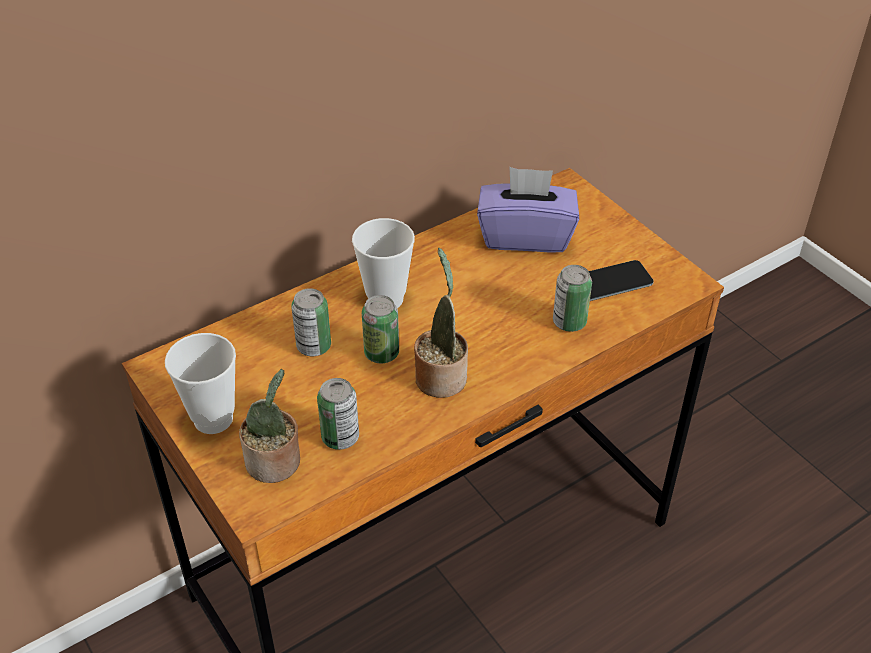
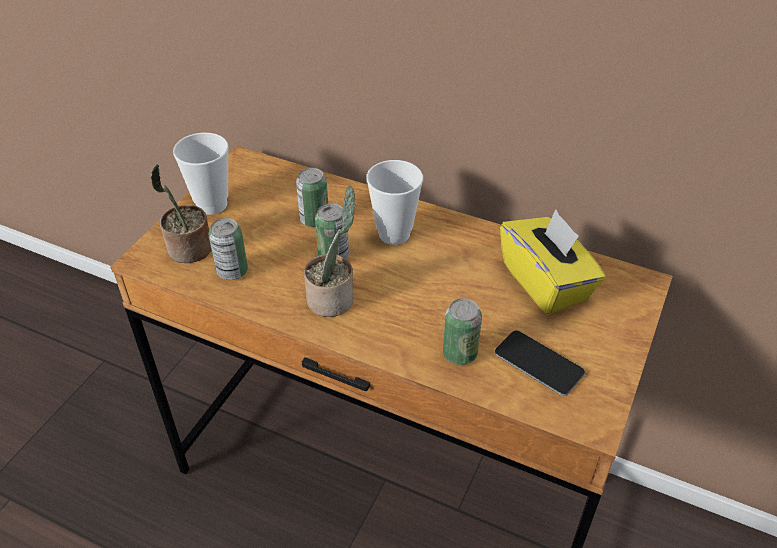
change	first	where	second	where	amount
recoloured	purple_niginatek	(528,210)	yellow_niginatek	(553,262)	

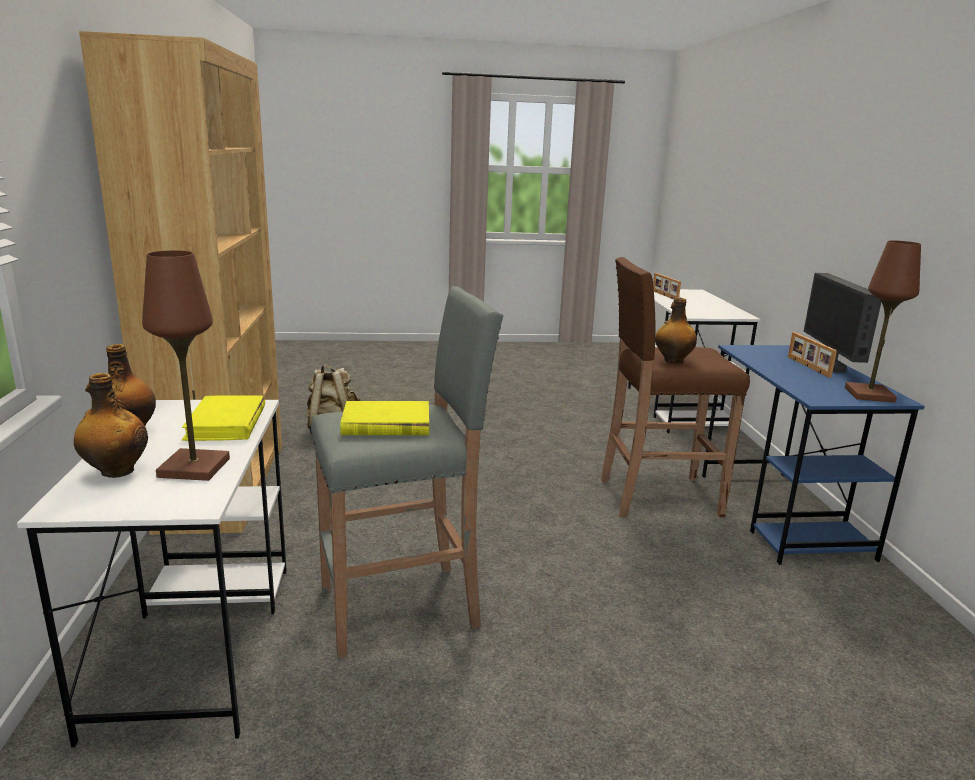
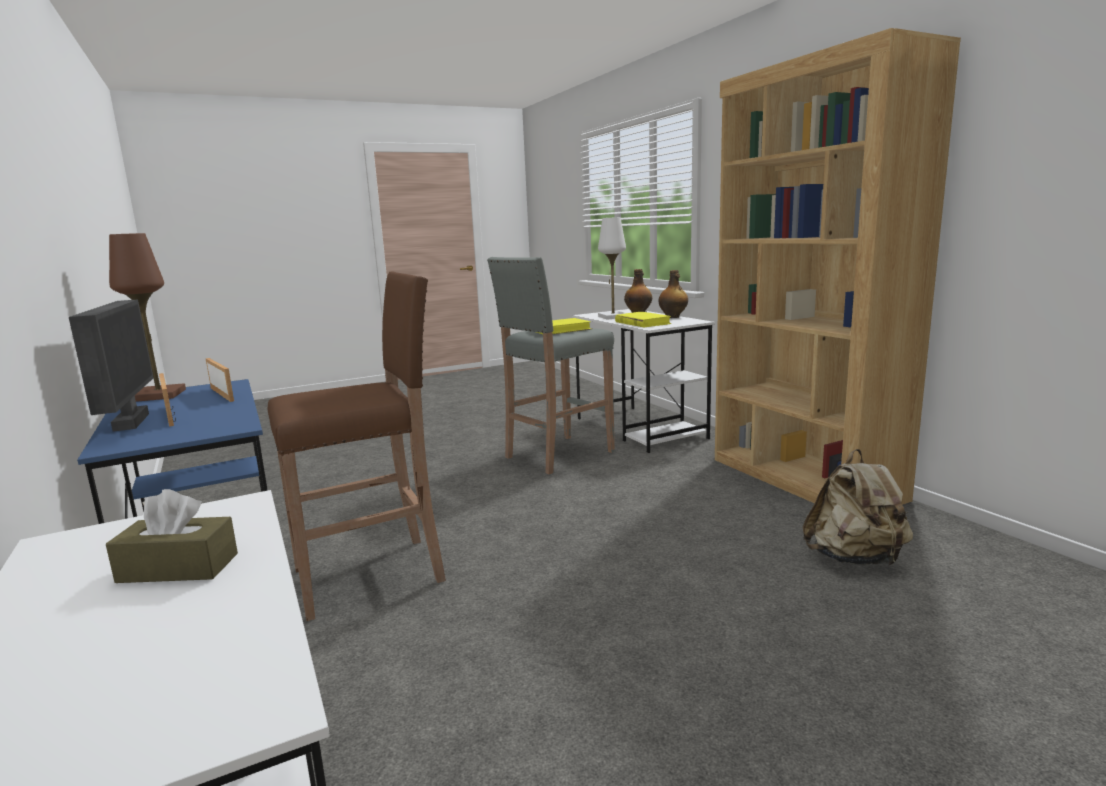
change	first	where	second	where	amount
recoloured	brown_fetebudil	(186,365)	white_fetebudil	(612,268)	
moved	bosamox	(667,286)		(220,380)	
removed	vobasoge	(676,330)			
added			brown_niginatek	(172,536)	

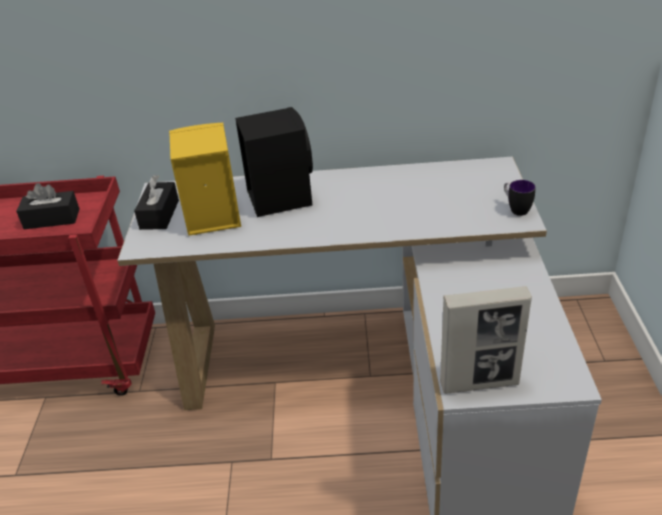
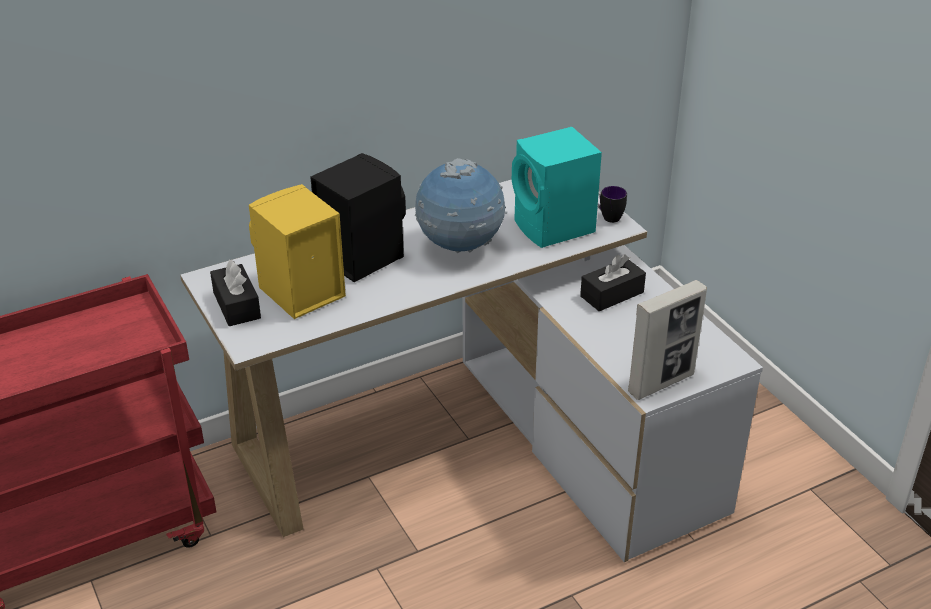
change	first	where	second	where	amount
moved	black_niginatek	(48,206)		(613,282)	
added			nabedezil	(461,205)	
added			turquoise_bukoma	(557,187)	

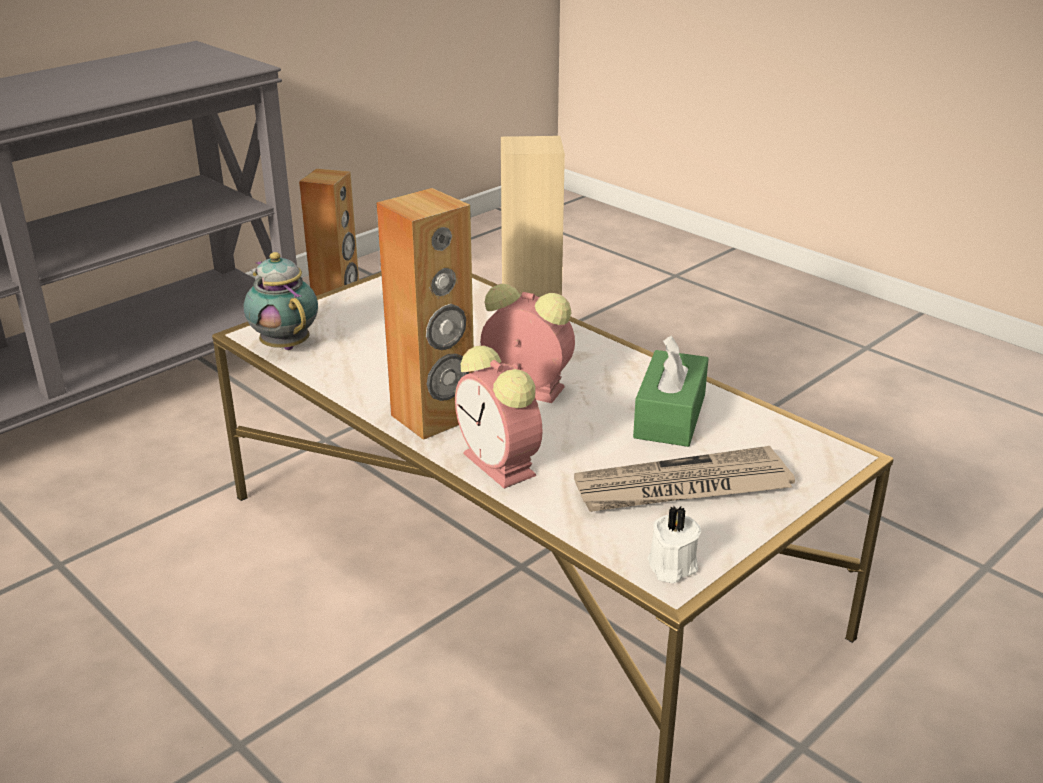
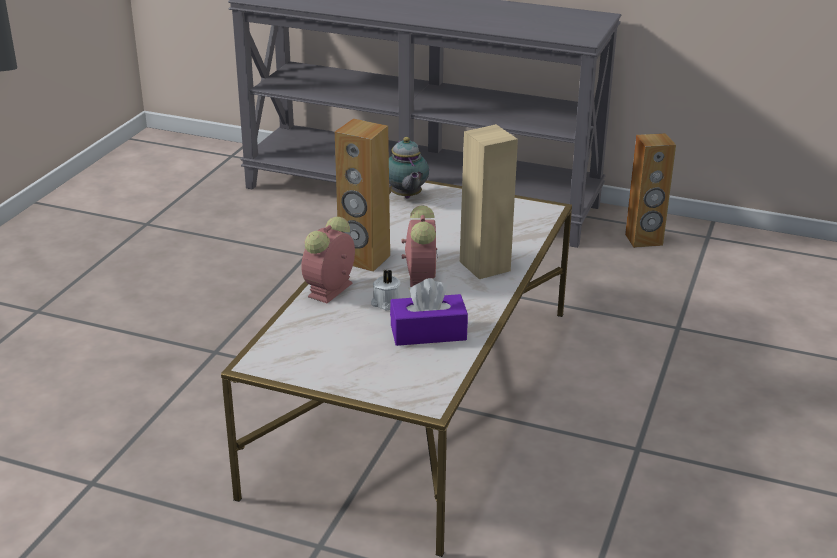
change	first	where	second	where	amount
turned	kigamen	(280,301)		(409,167)	135 degrees clockwise
removed	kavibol	(684,479)			
recoloured	green_niginatek	(671,391)	purple_niginatek	(429,312)	
moved	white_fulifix	(674,544)		(386,290)	

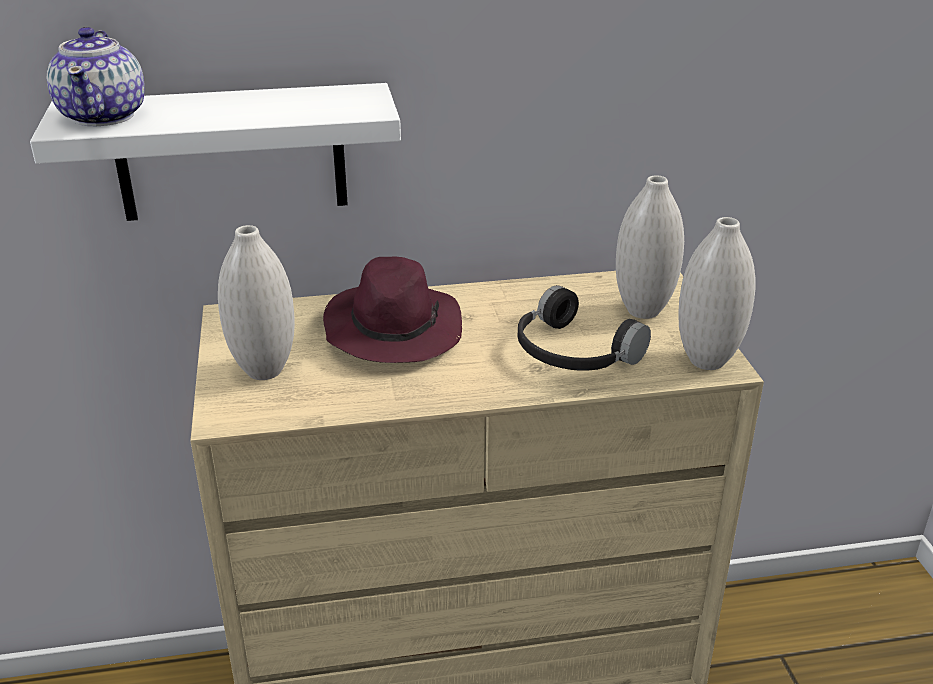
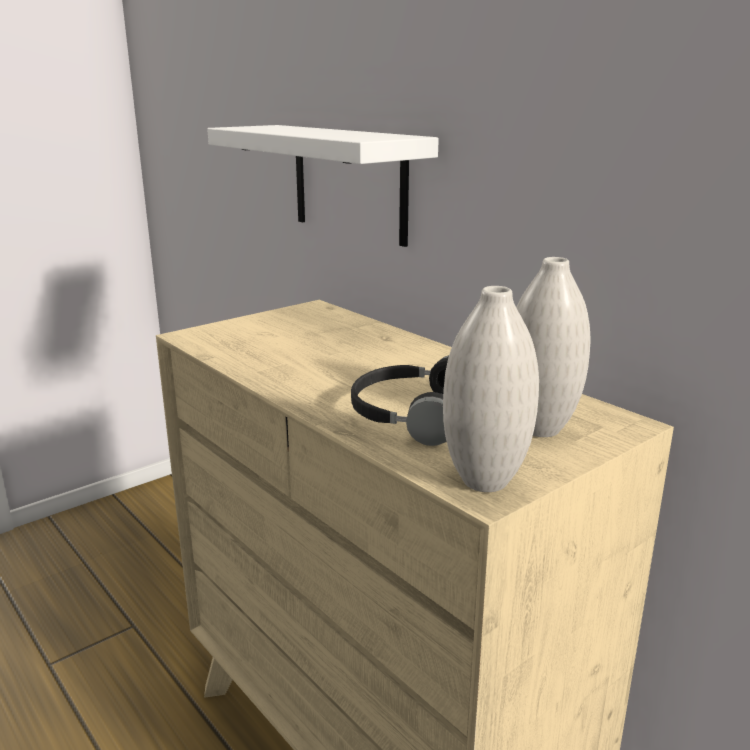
change	first	where	second	where	amount
removed	kigamen	(96,76)			
removed	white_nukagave	(256,302)			
removed	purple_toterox	(392,310)			

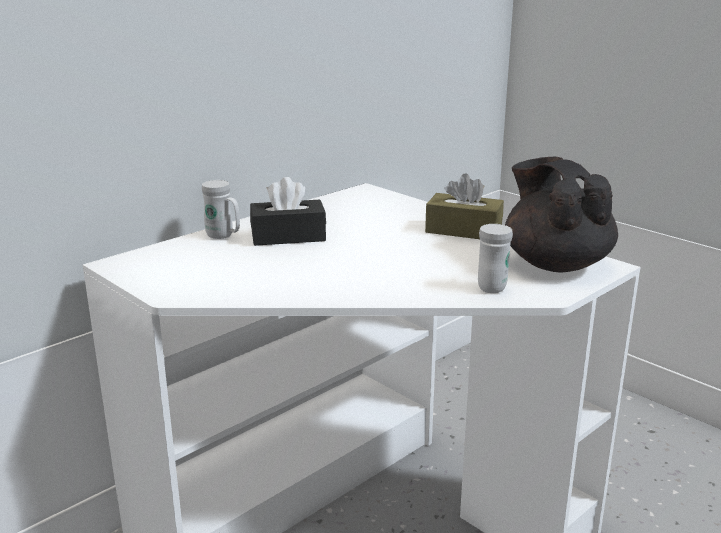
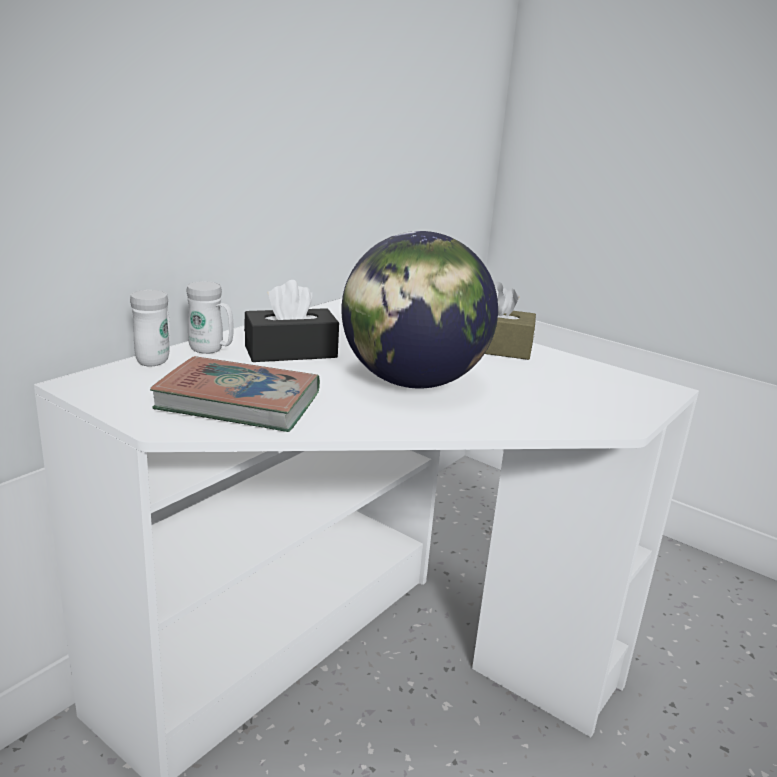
change	first	where	second	where	amount
moved	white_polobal	(495,258)		(150,328)	
removed	black_kigamen	(561,214)			
added			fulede	(235,394)	
added			nabedezil	(419,310)	

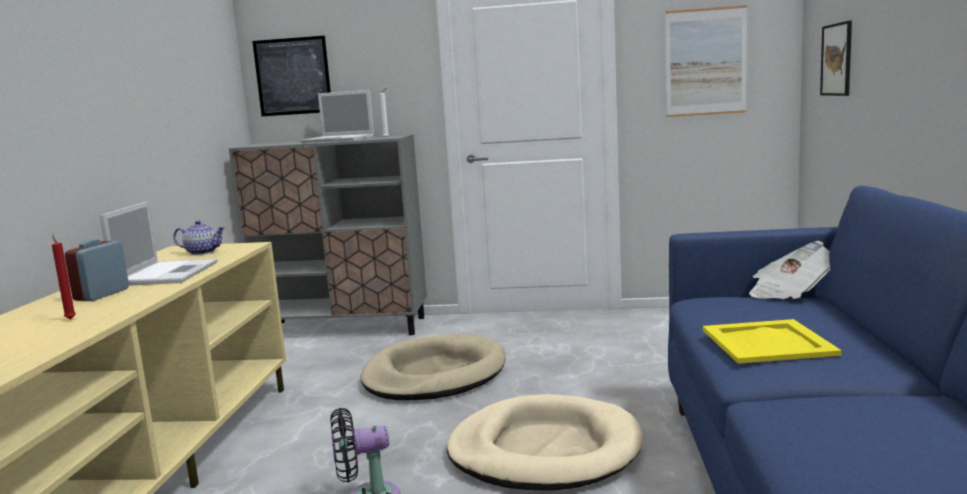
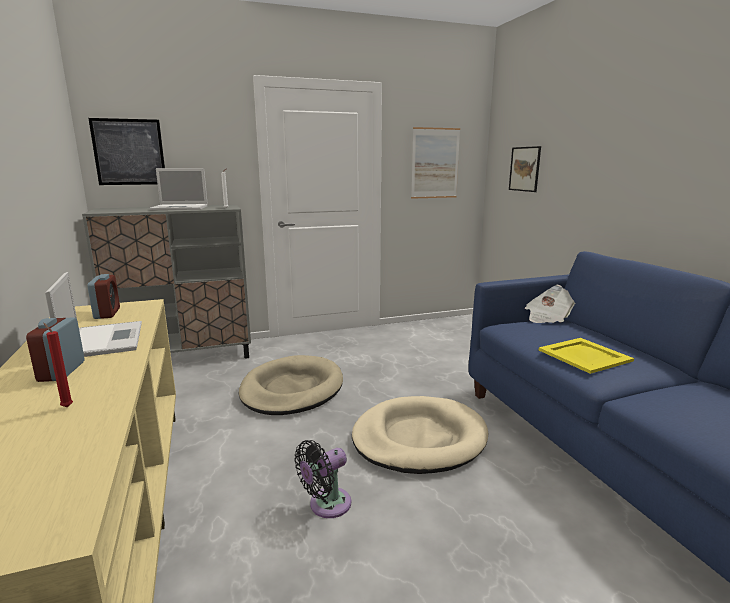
change	first	where	second	where	amount
replaced	kigamen	(199,237)	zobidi	(103,296)	

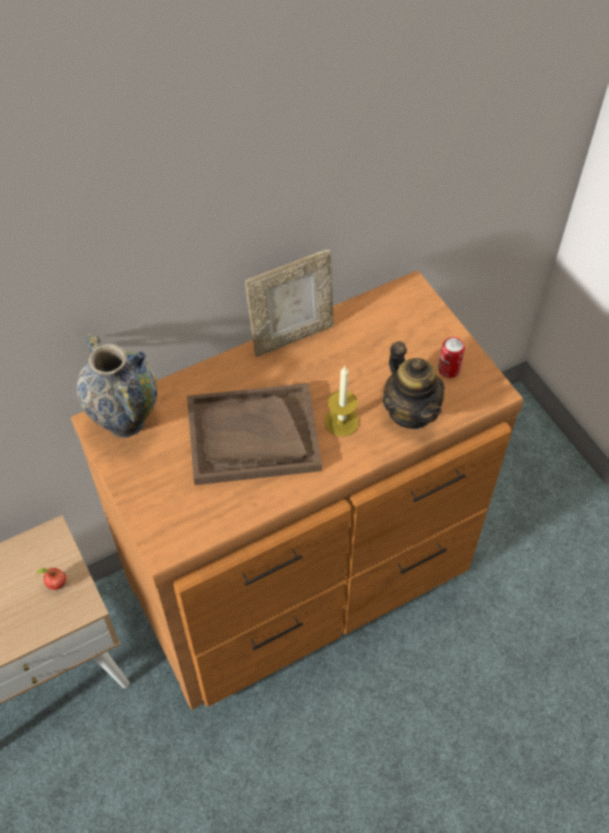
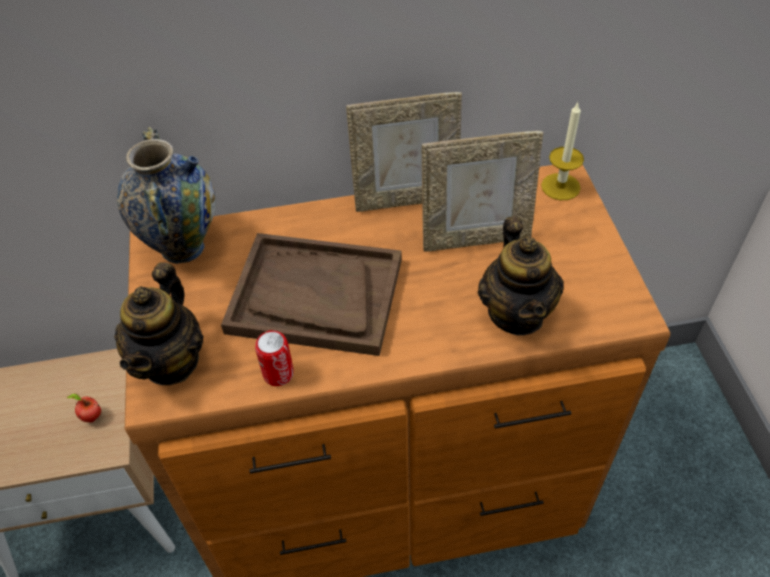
change	first	where	second	where	amount
moved	fulifix	(342,401)		(562,150)	
moved	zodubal	(451,357)		(274,358)	
added			kigamen	(158,323)	
added			bosamox	(482,191)	

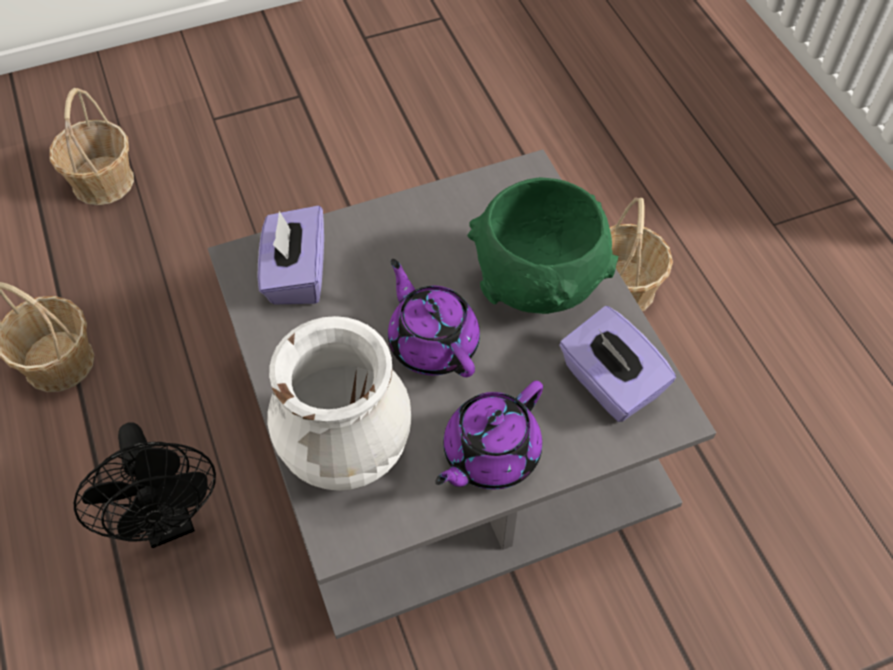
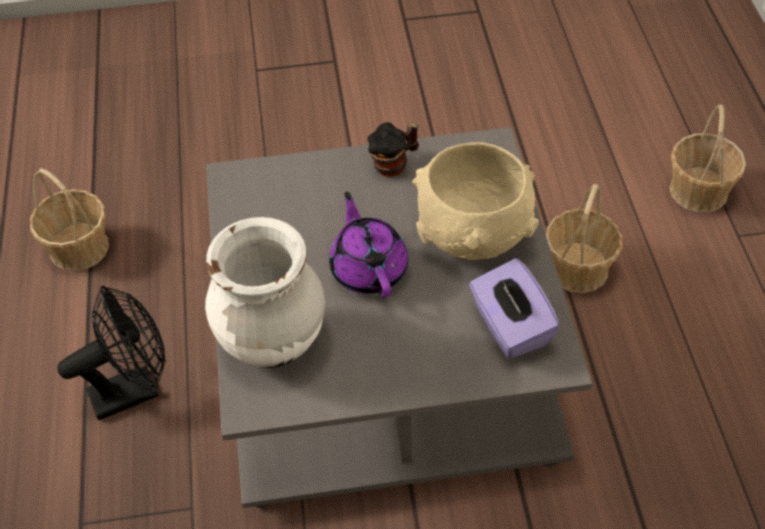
change	first	where	second	where	amount
moved	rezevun	(92,146)		(707,158)	
turned	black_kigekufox	(145,485)		(111,353)	105 degrees counterclockwise
removed	purple_niginatek	(290,254)			
removed	purple_kigamen	(489,434)			
recoloured	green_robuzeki	(542,245)	beige_robuzeki	(475,201)	
added			polobal	(393,149)	

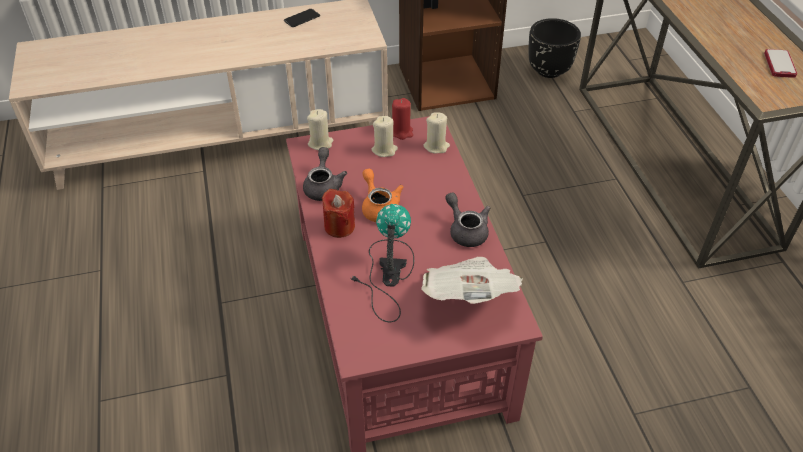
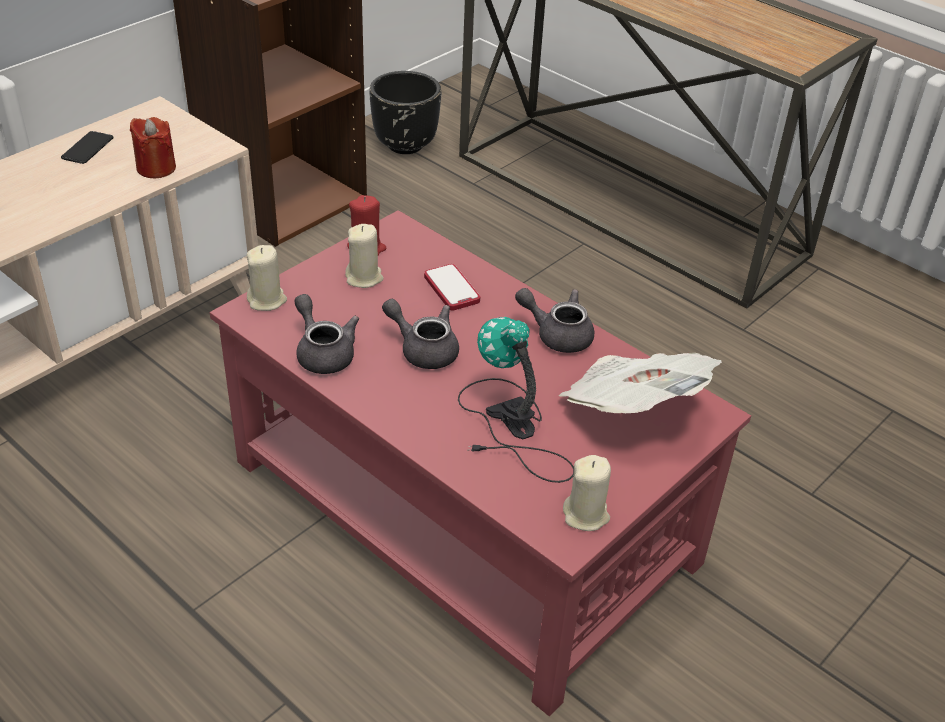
change	first	where	second	where	amount
moved	red_fulifix	(338,213)		(153,147)	
recoloured	orange_kigamen	(383,195)	grey_kigamen	(420,334)	
moved	beige_fulifix	(436,133)		(587,493)	
moved	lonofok	(780,63)		(452,287)	

